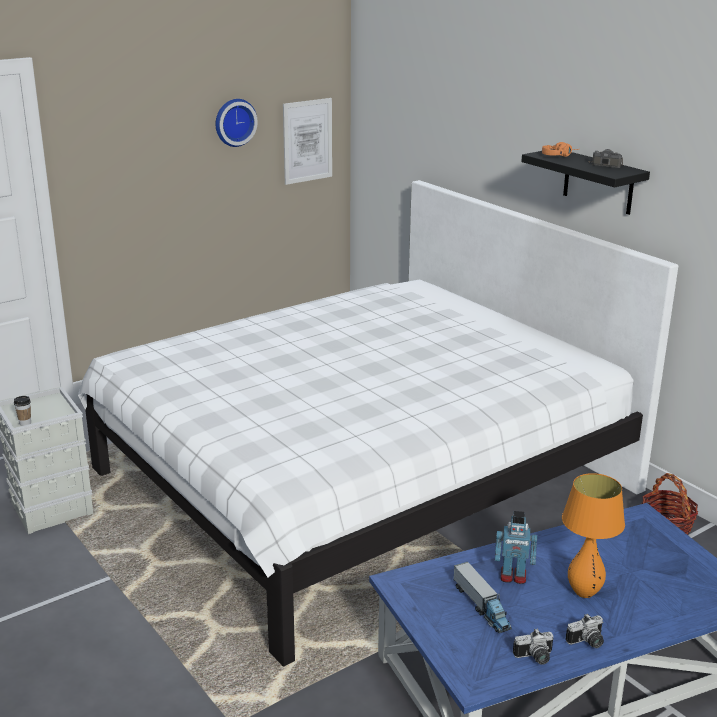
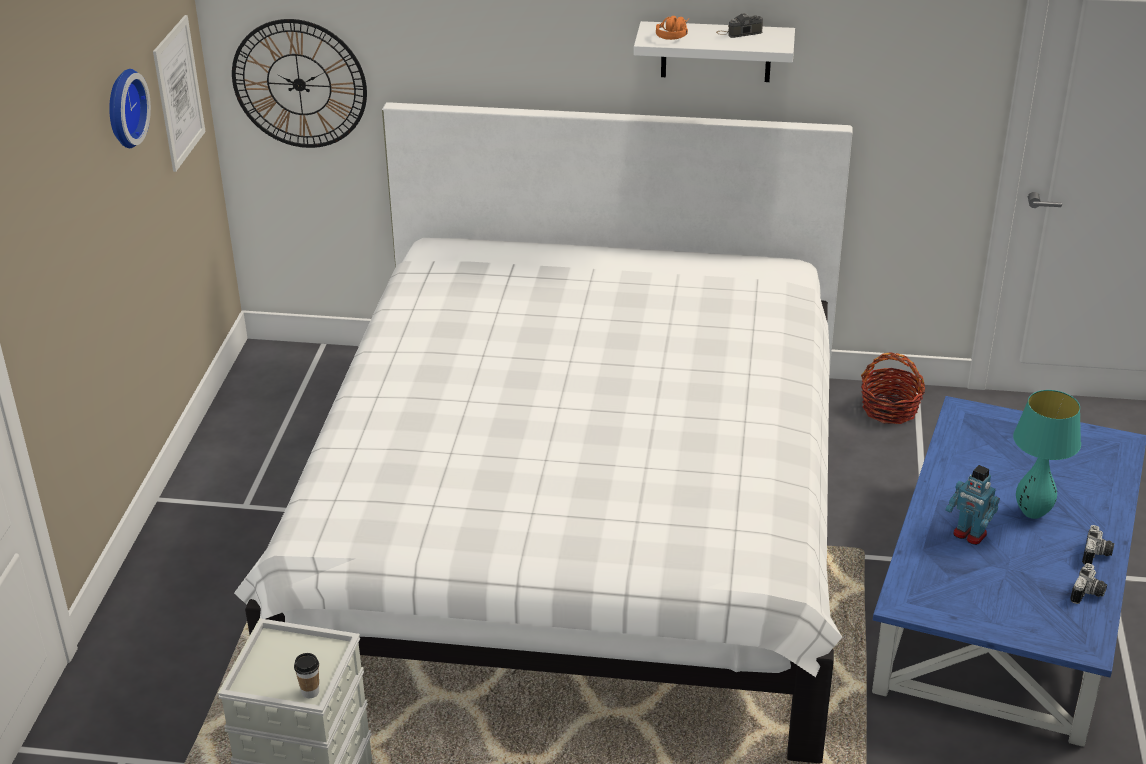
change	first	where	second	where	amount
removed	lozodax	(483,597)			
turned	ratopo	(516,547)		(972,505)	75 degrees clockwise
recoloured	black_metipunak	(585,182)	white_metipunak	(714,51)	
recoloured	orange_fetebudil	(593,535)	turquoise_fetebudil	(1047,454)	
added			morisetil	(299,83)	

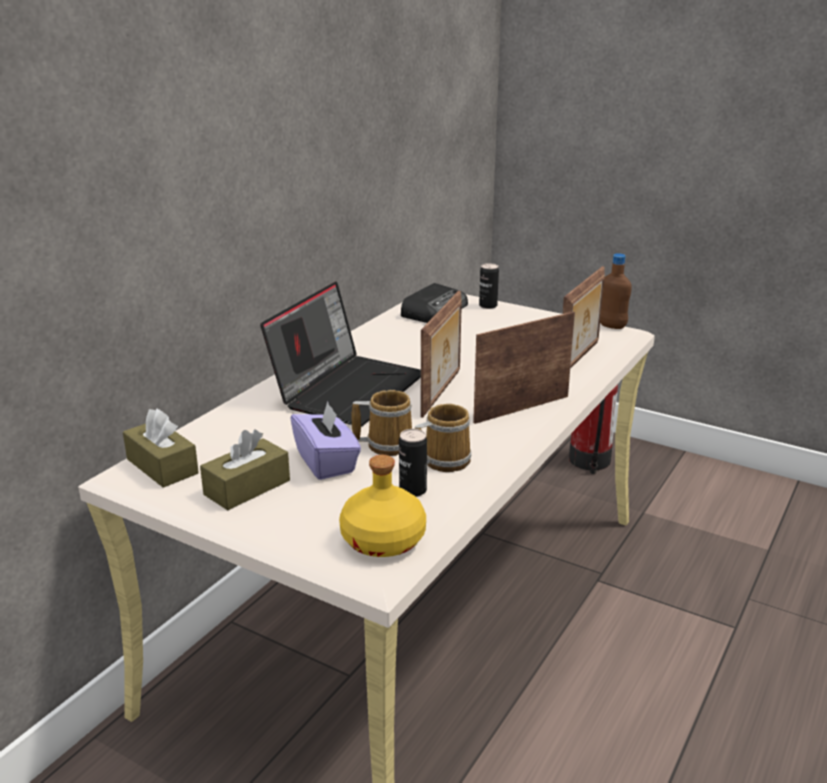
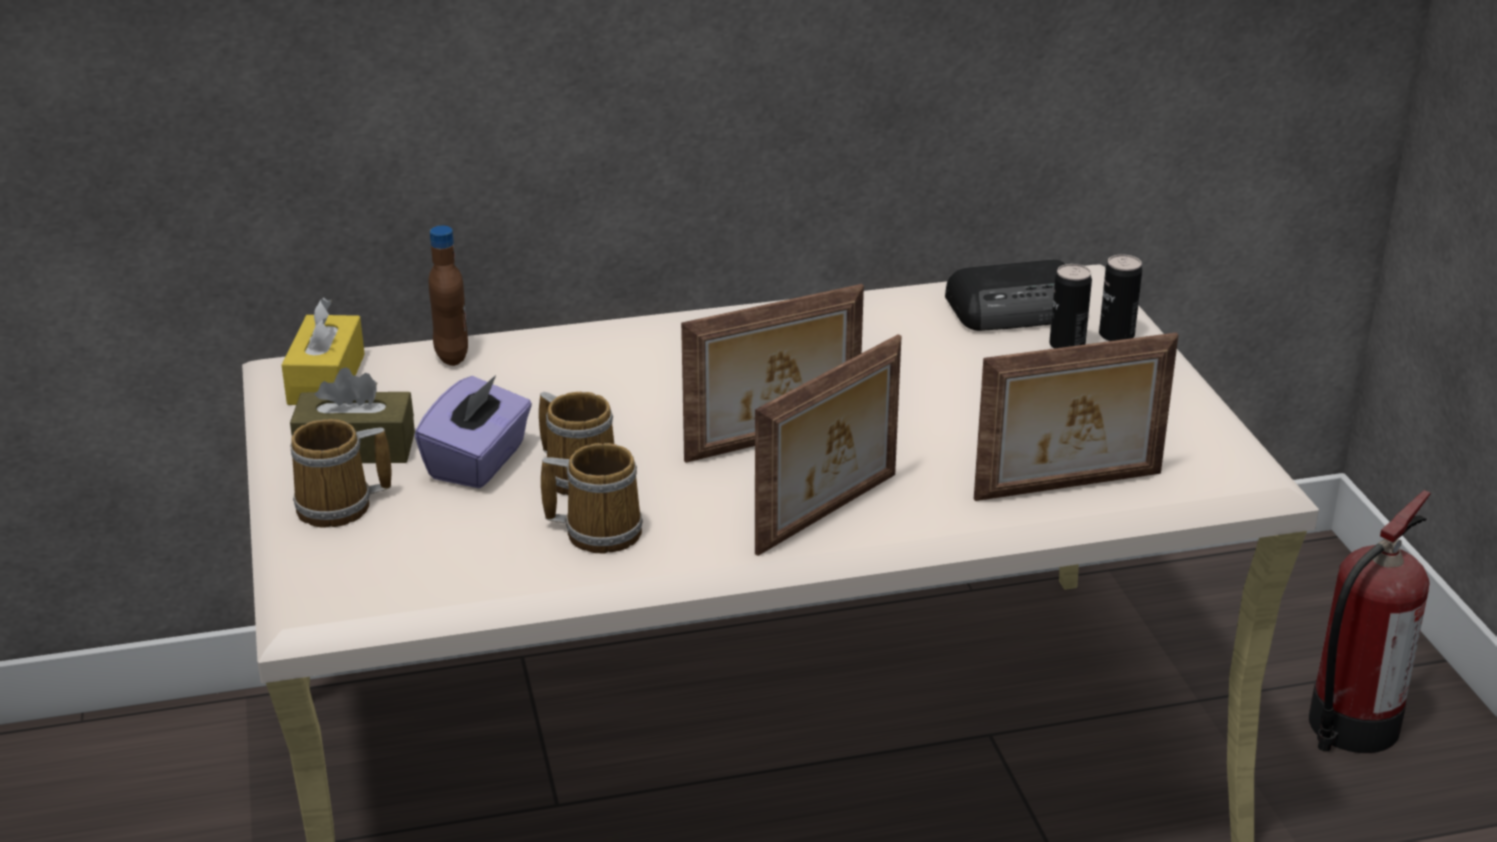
change	first	where	second	where	amount
recoloured	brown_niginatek	(161,448)	yellow_niginatek	(323,351)	
removed	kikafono	(340,354)			
removed	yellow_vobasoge	(382,506)			
moved	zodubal	(413,463)		(1070,306)	
turned	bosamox	(524,368)		(828,445)	120 degrees clockwise
moved	brown_vobasoge	(616,291)		(448,296)	
added			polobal	(341,473)	

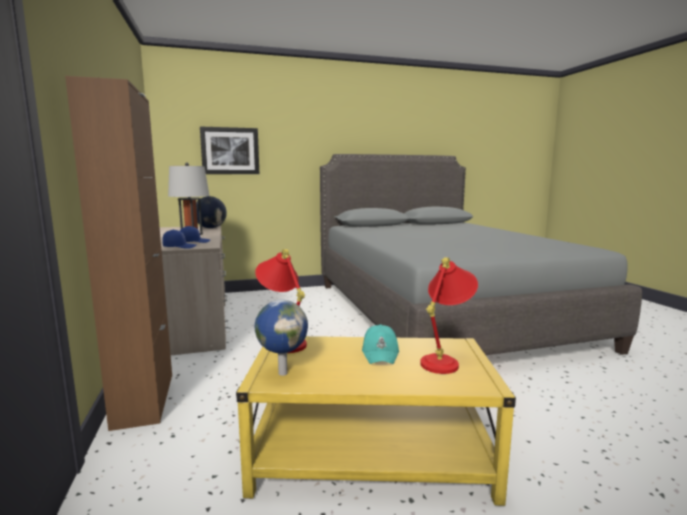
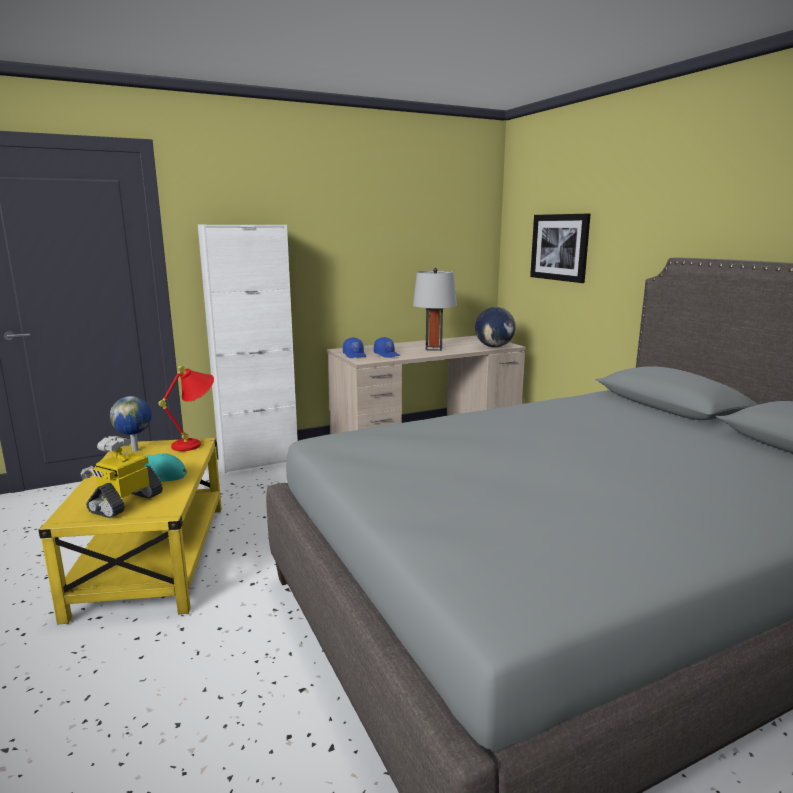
change	first	where	second	where	amount
recoloured	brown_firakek	(118,253)	white_firakek	(248,349)	
replaced	red_fetebudil	(449,315)	ratopo	(122,477)	

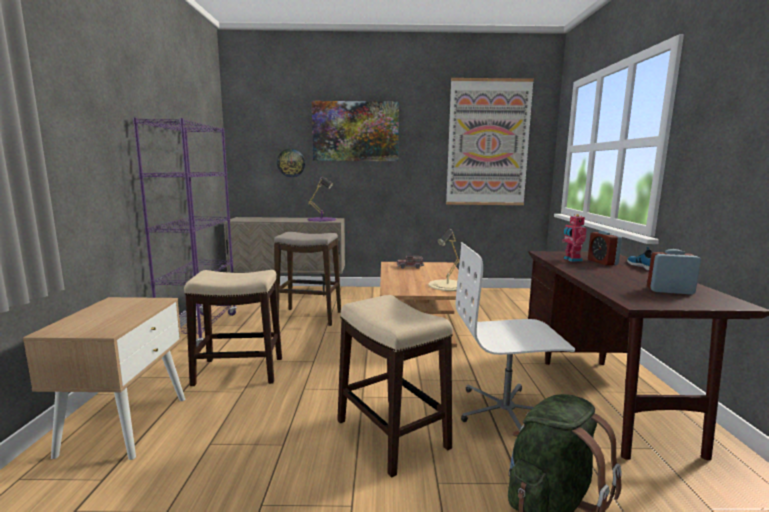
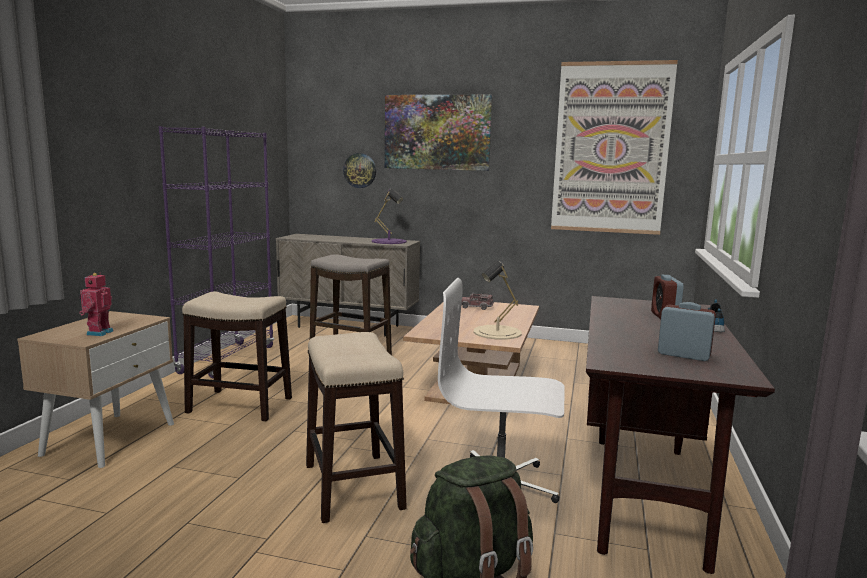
change	first	where	second	where	amount
moved	ratopo	(574,238)		(96,304)	

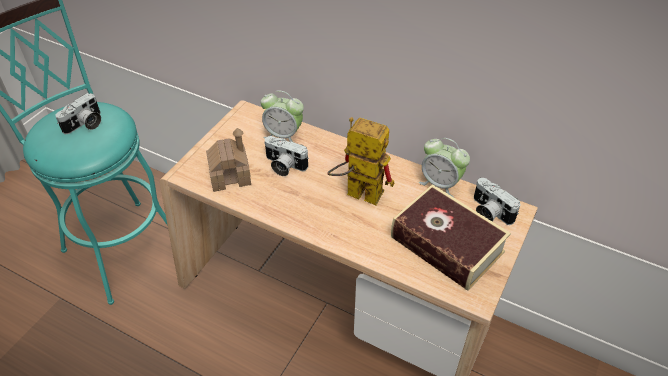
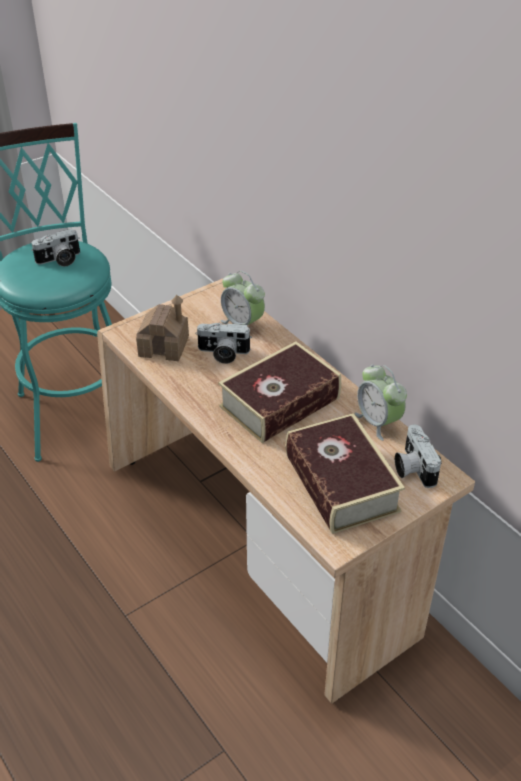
change	first	where	second	where	amount
turned	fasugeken	(287,156)		(223,343)	45 degrees counterclockwise
replaced	ratopo	(360,161)	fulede	(279,392)	

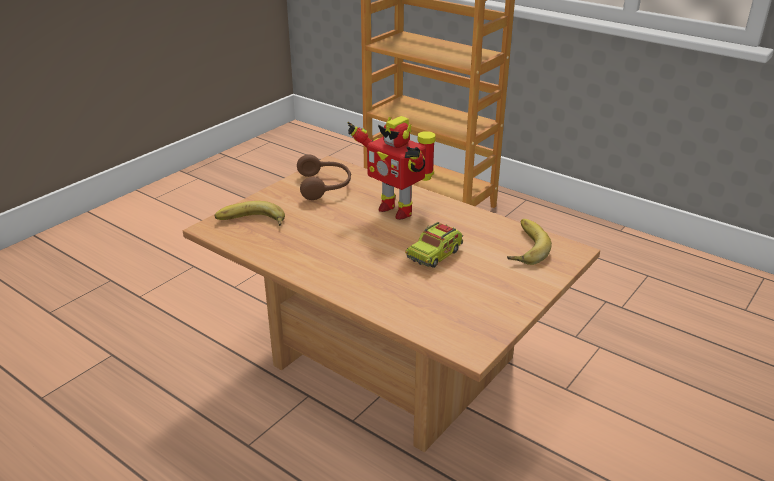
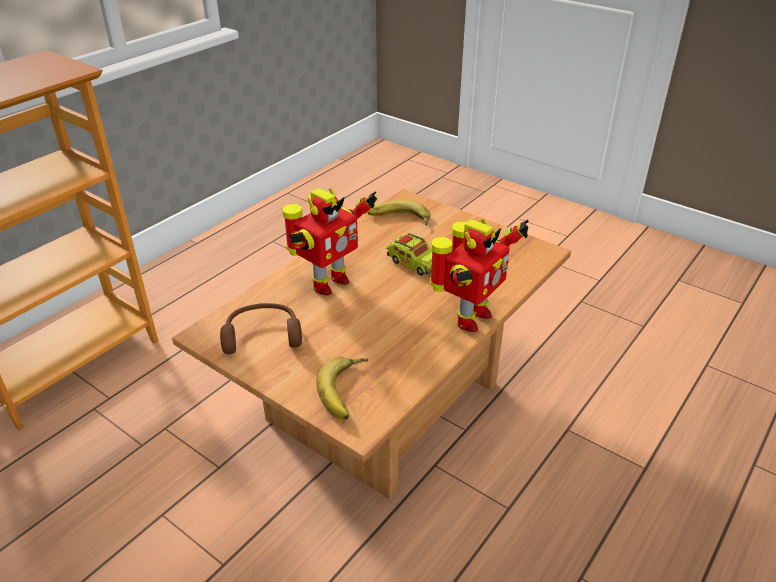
change	first	where	second	where	amount
added			ratopo	(479,275)	

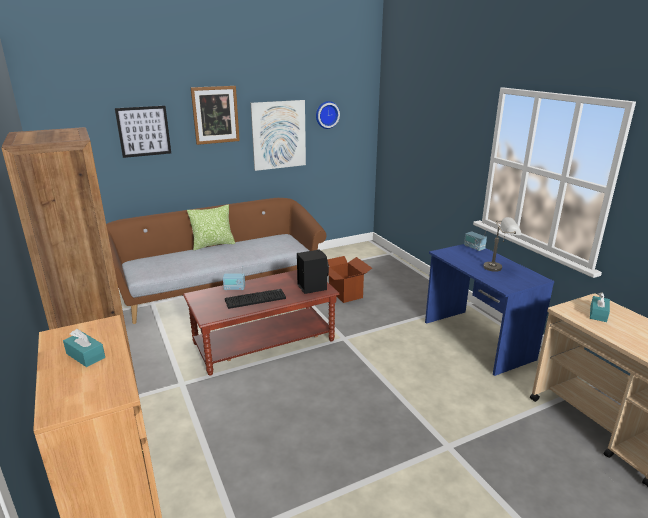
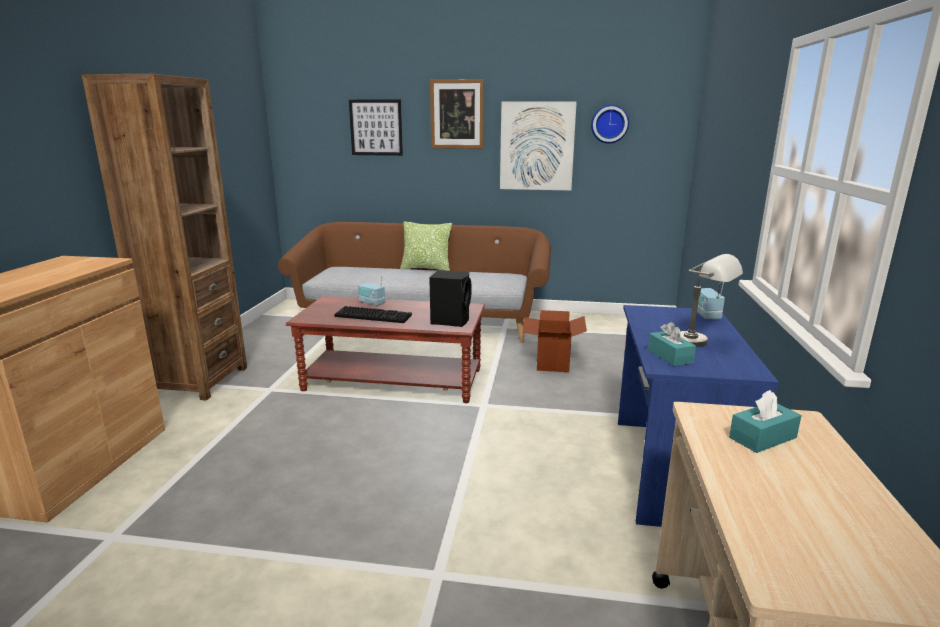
change	first	where	second	where	amount
moved	turquoise_niginatek	(84,348)		(672,344)	

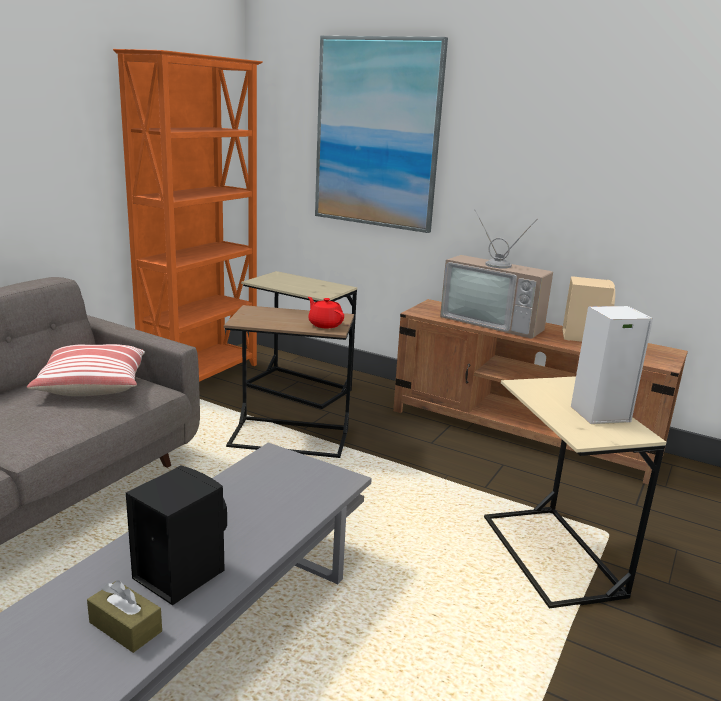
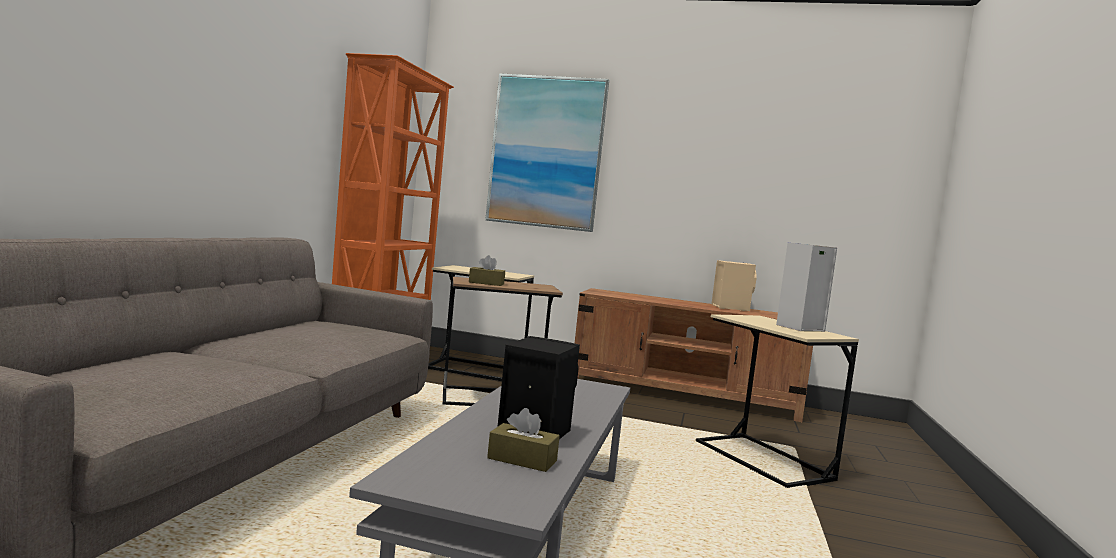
change	first	where	second	where	amount
removed	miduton	(86,370)			
removed	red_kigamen	(326,312)			
removed	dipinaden	(496,274)			
added			brown_niginatek	(487,270)	

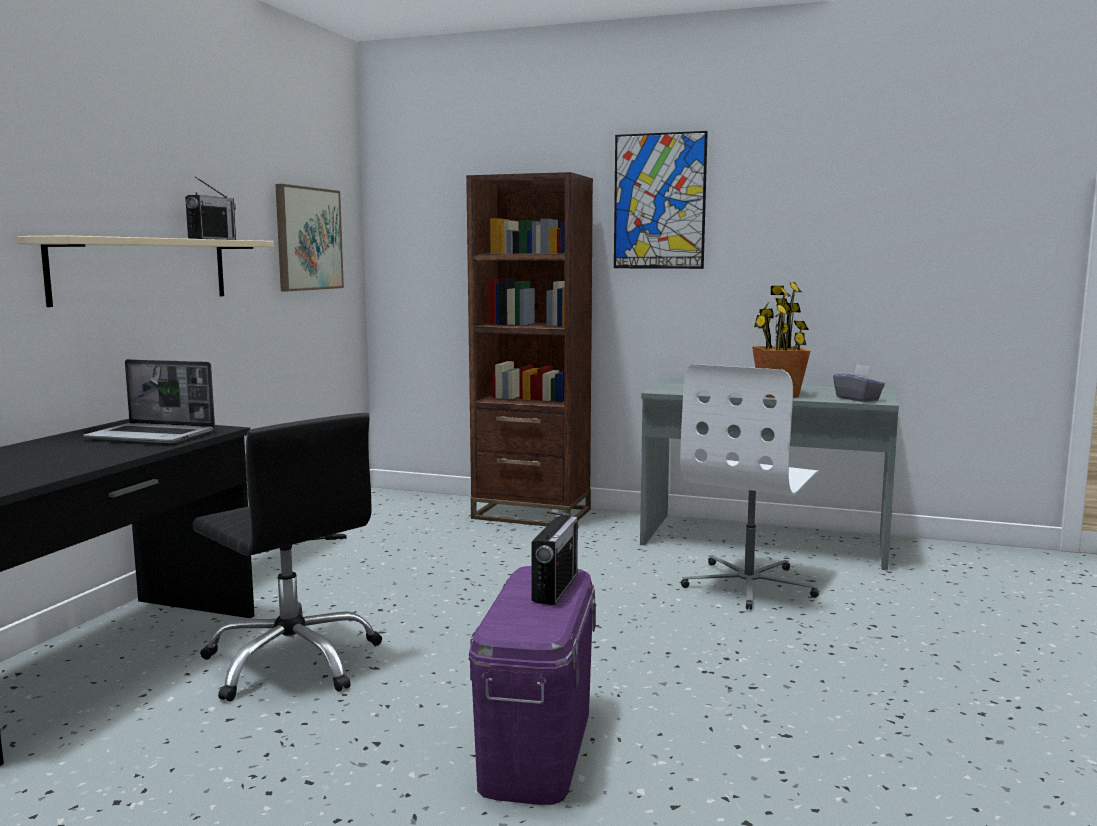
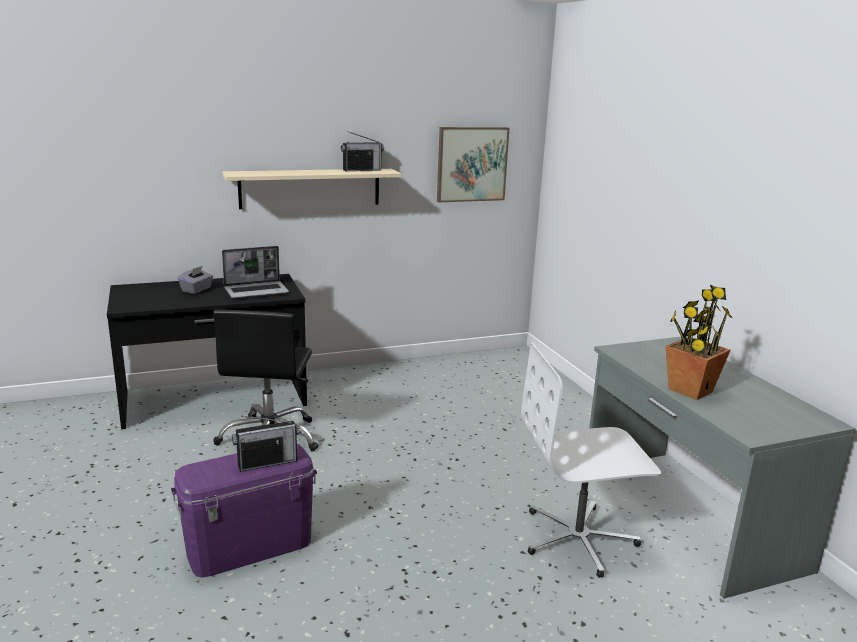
change	first	where	second	where	amount
turned	kikafono	(149,401)		(255,272)	90 degrees counterclockwise
removed	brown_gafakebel	(529,349)			
removed	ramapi	(661,200)			
moved	grey_niginatek	(859,383)		(195,280)	

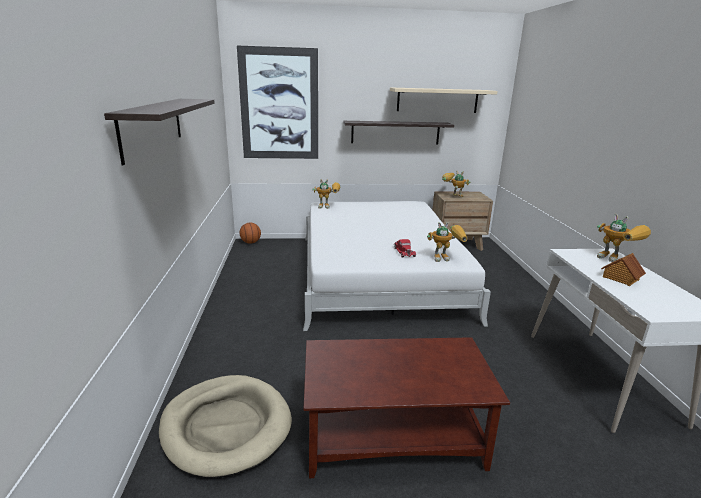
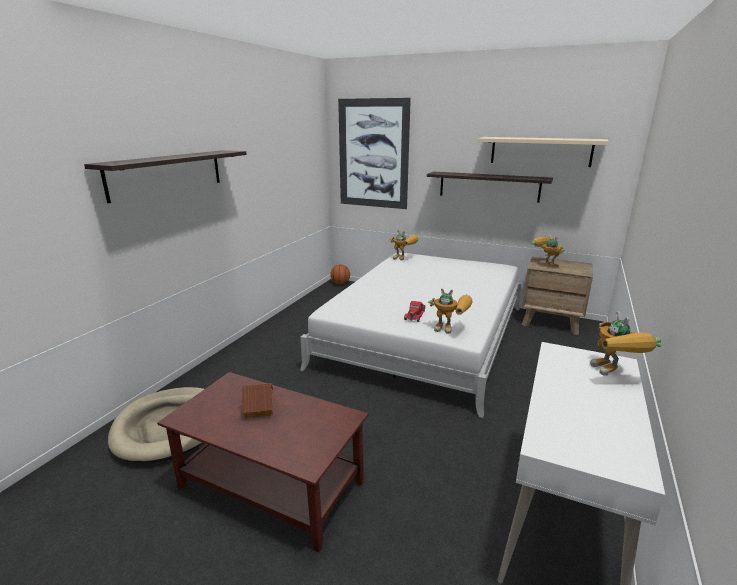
change	first	where	second	where	amount
moved	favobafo	(623,269)		(257,401)	

